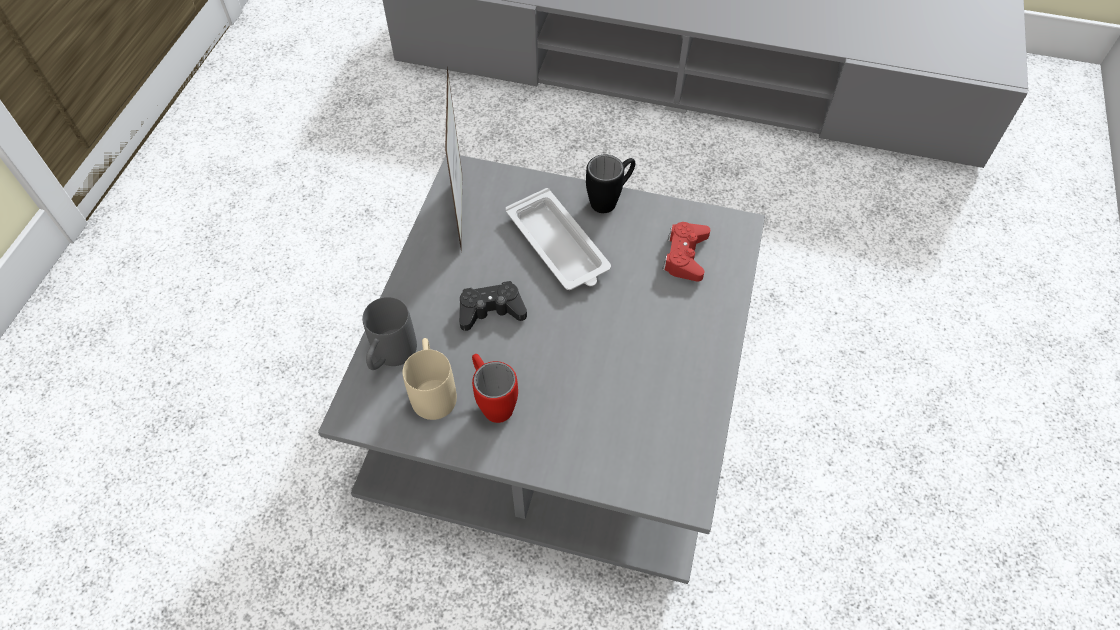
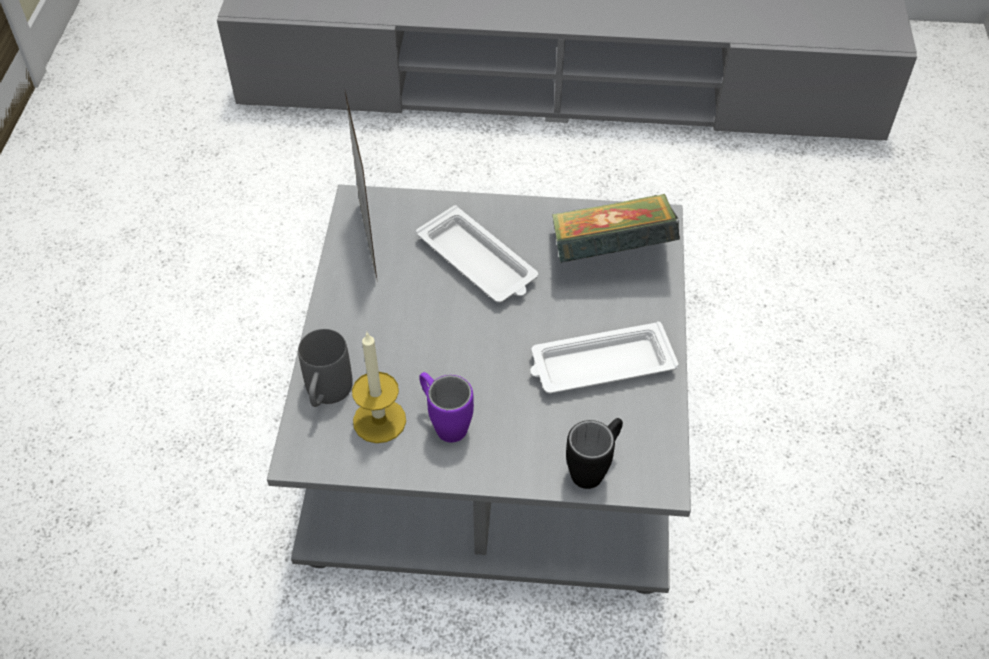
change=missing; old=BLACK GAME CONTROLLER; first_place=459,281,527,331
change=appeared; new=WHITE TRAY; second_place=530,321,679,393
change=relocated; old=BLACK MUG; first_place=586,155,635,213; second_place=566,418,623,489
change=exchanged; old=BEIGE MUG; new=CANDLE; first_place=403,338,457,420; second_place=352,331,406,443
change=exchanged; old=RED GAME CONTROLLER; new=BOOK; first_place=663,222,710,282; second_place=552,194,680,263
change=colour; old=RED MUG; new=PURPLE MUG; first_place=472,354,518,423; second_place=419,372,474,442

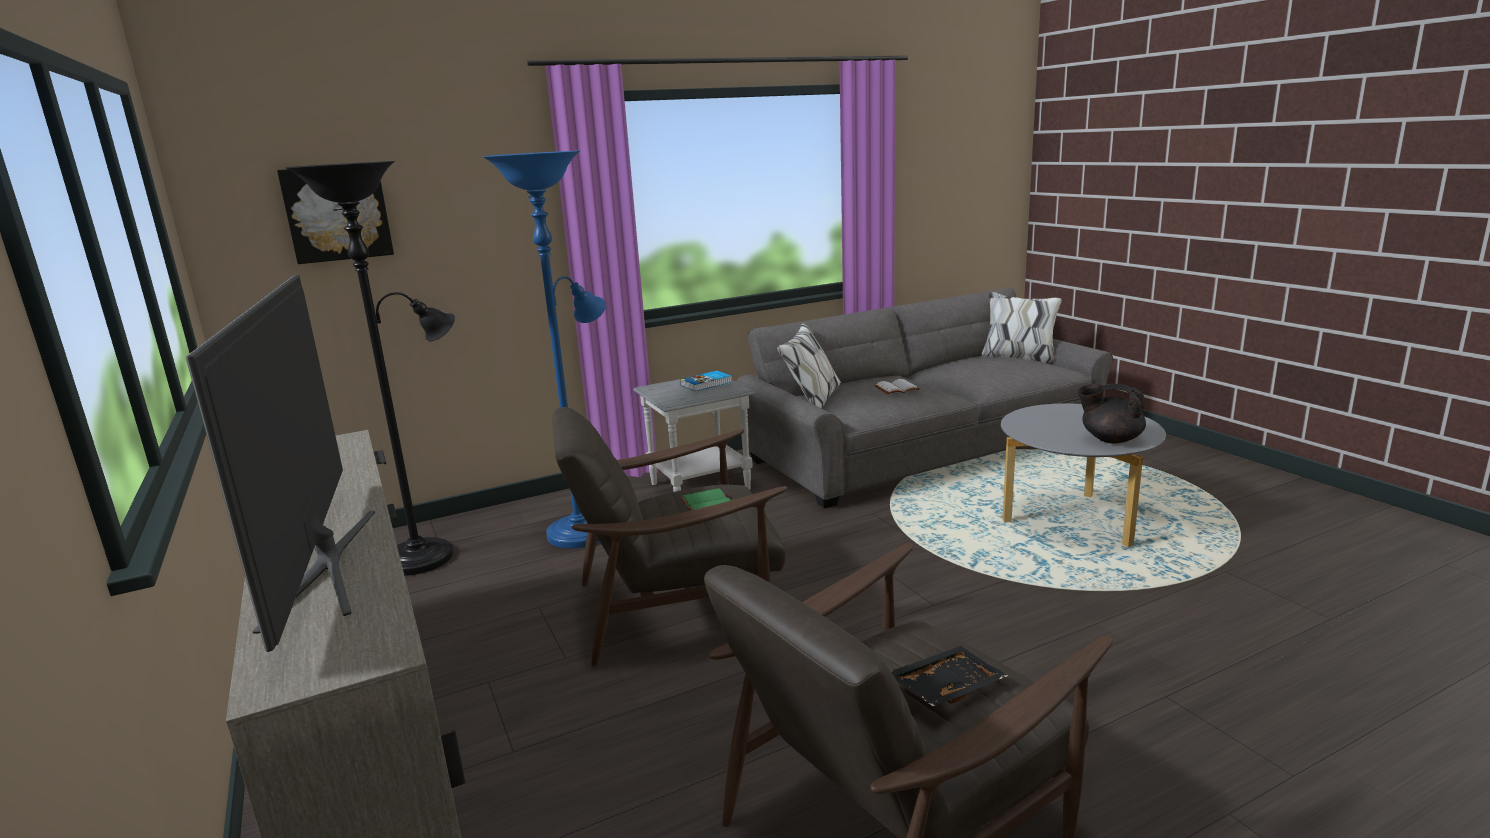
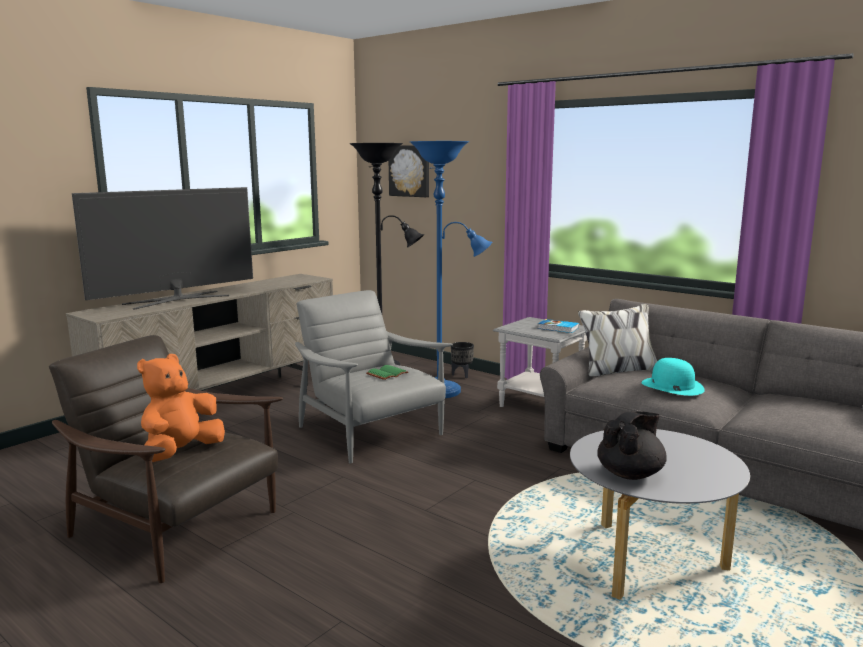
change=appeared; new=BLACK PLANTER; second_place=451,342,474,378
change=exchanged; old=WHITE BOOK; new=TURQUOISE HAT; first_place=874,379,920,394; second_place=642,358,705,396
change=exchanged; old=BLACK TRAY; new=ORANGE PLUSH TOY; first_place=891,645,1008,706; second_place=137,354,225,462
change=colour; old=BROWN ARMCHAIR; new=GREY ARMCHAIR; first_place=552,407,788,667; second_place=295,290,453,464
change=spun; old=BLACK TEAPOT; first_place=1078,384,1146,444; second_place=597,411,667,480; degrees=45

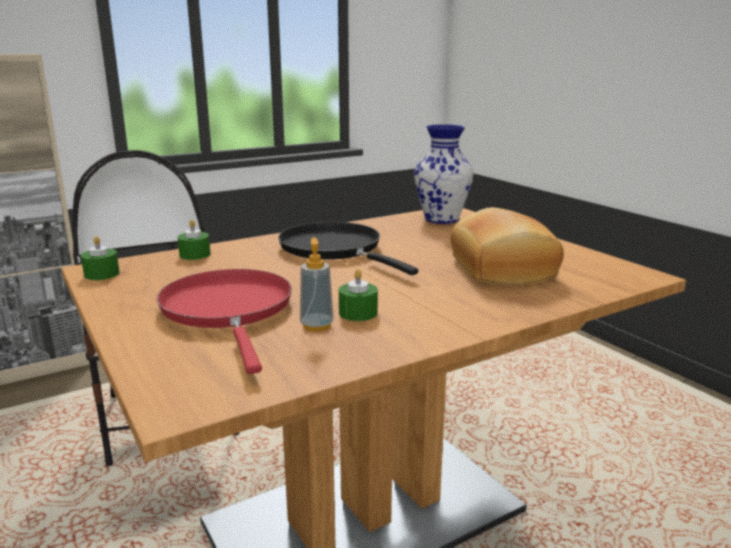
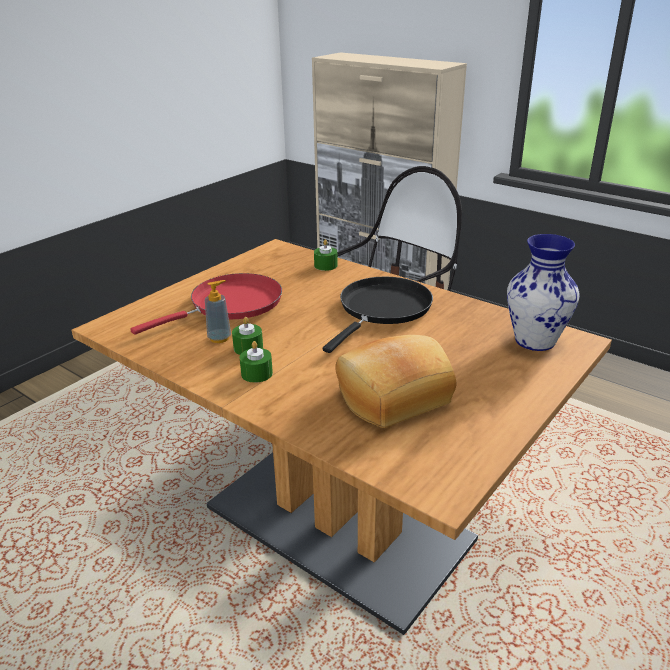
change=relocated; old=GREEN CANDLE; first_place=81,236,120,280; second_place=240,341,273,383

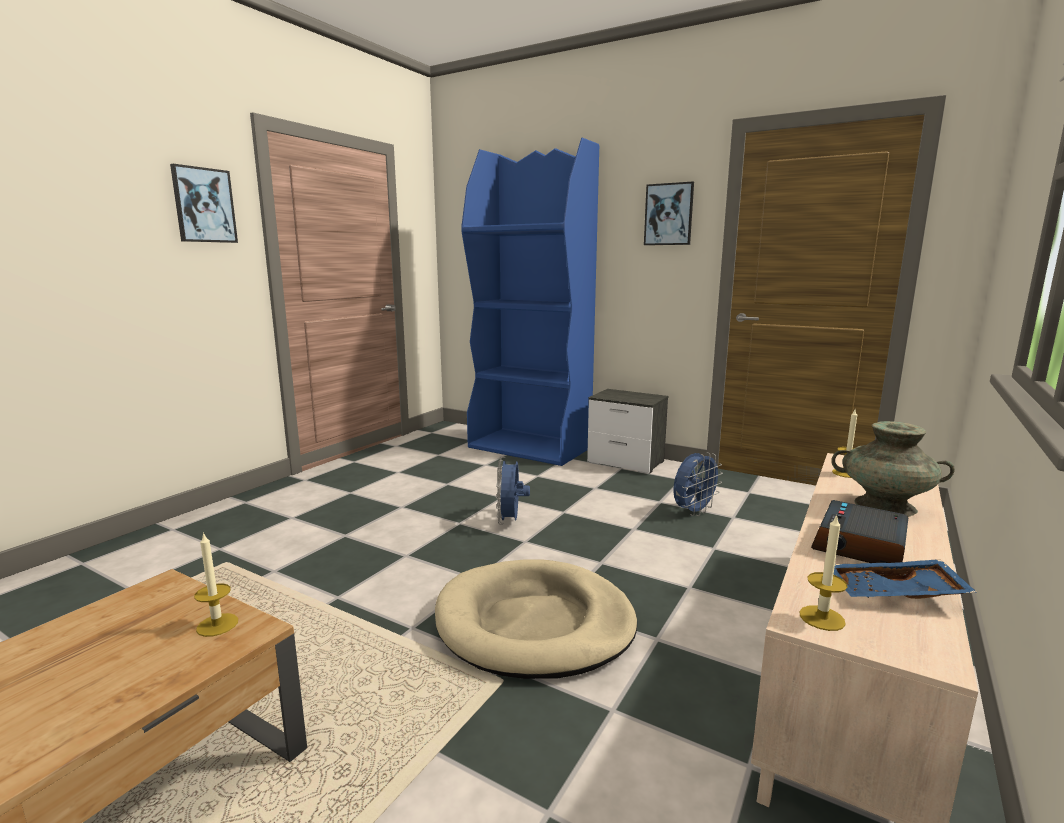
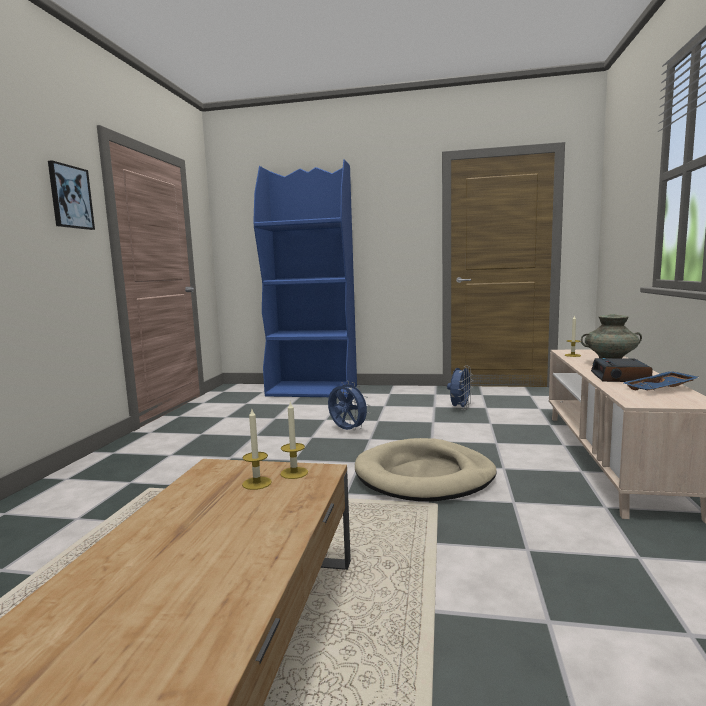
change=missing; old=NIGHTSTAND; first_place=587,389,668,474
change=missing; old=PICTURE; first_place=644,181,694,245
change=relocated; old=CANDLE; first_place=800,514,848,631; second_place=242,409,272,490
change=spun; old=BLUE FAN; first_place=496,457,530,525; second_place=328,381,370,430; degrees=150

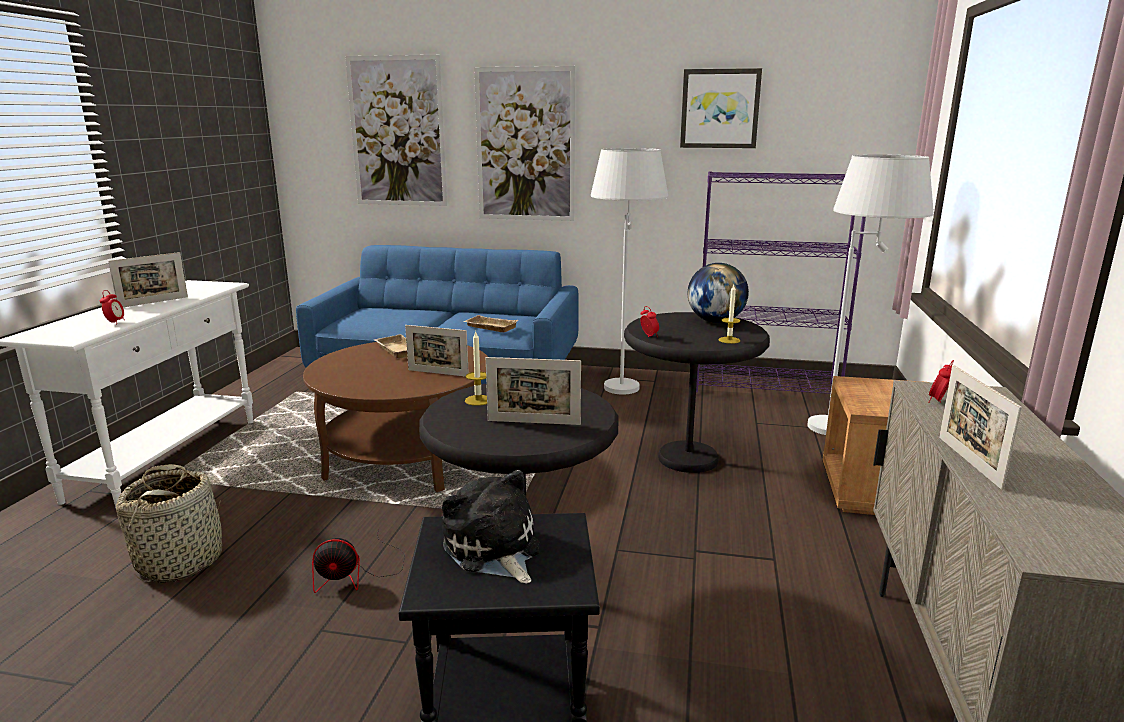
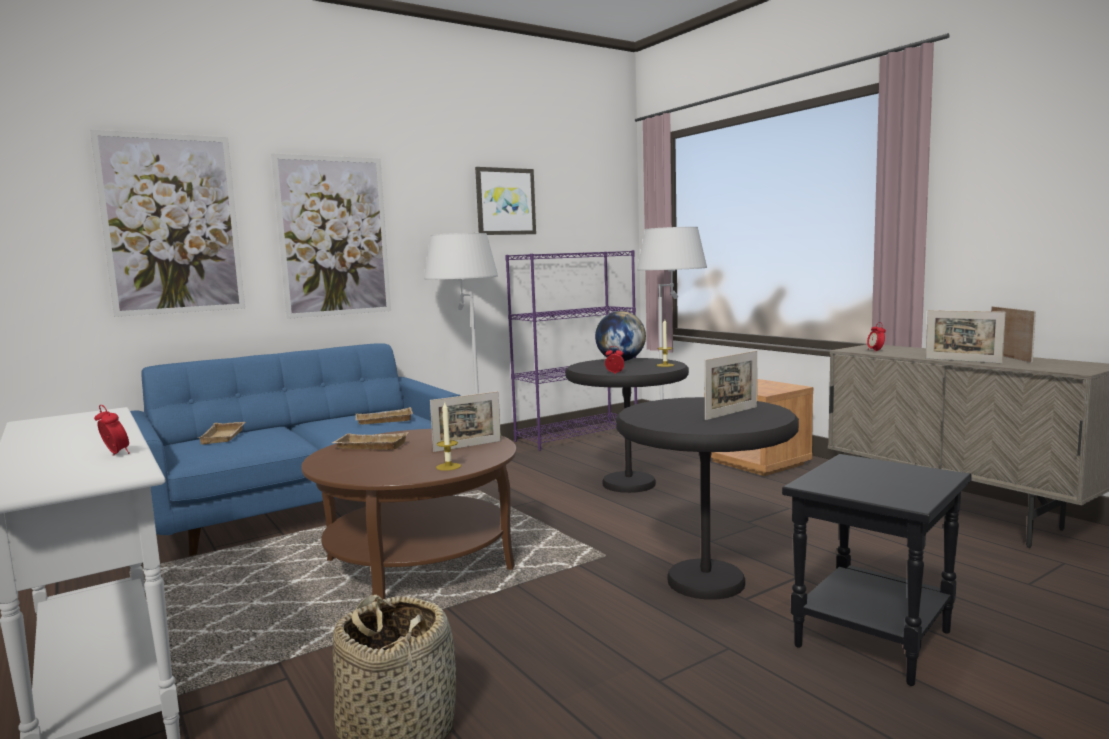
change=missing; old=FAN; first_place=312,529,405,593
change=missing; old=PLUSH TOY; first_place=442,470,541,584
change=appeared; new=BEIGE TRAY; second_place=198,422,245,445
change=relocated; old=PICTURE FRAME; first_place=108,252,188,307; second_place=991,306,1036,363
change=relocated; old=CANDLE; first_place=465,331,487,406; second_place=436,402,461,471

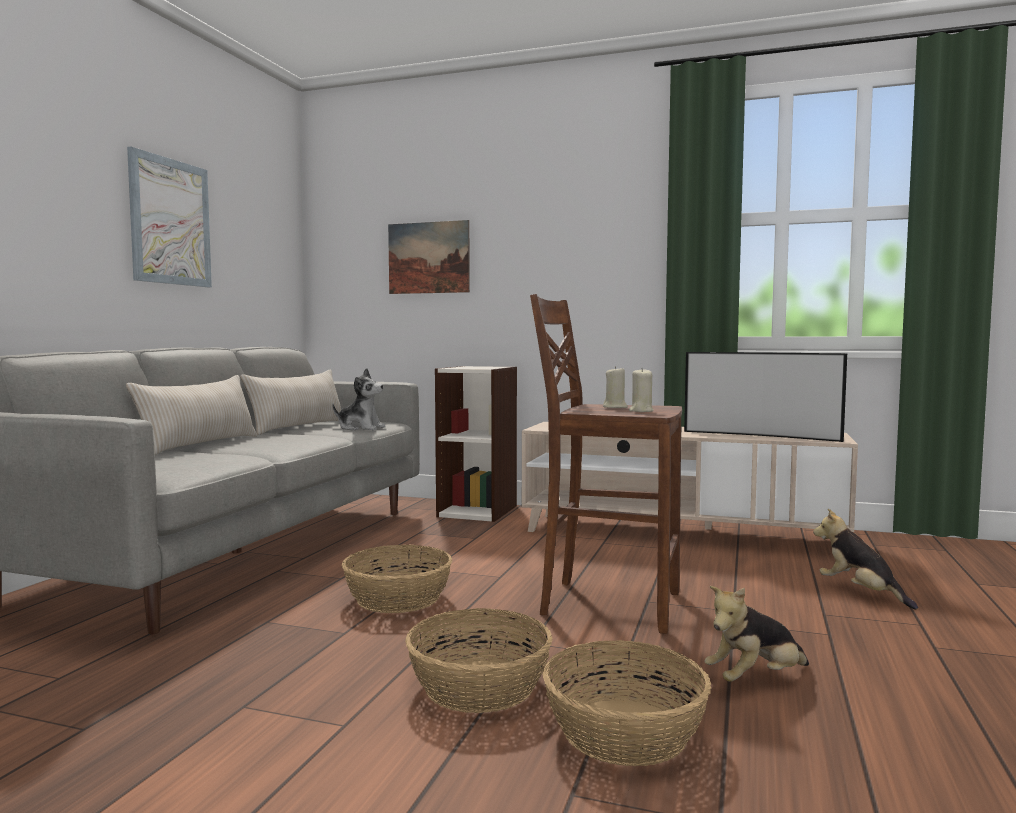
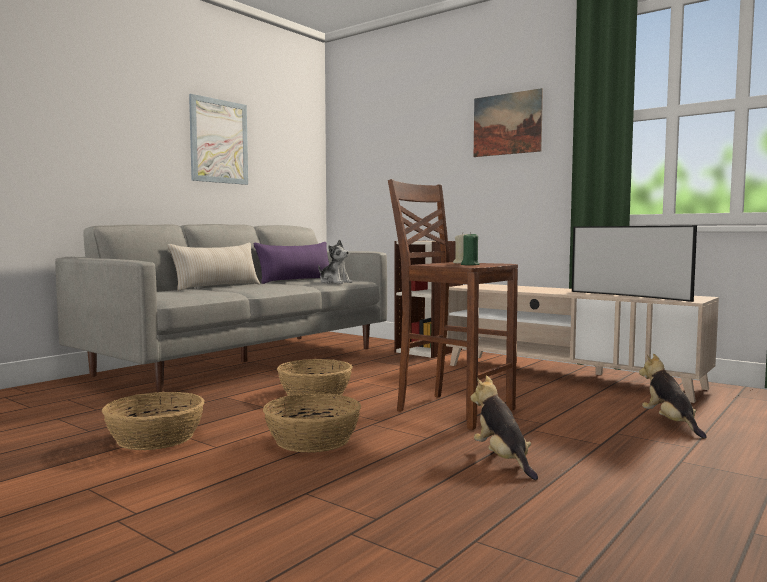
change=relocated; old=PICTURE; first_place=388,220,470,294; second_place=474,88,543,157
change=relocated; old=BASKET; first_place=543,640,711,766; second_place=102,392,204,450
change=colour; old=BEIGE PILLOW; new=PURPLE PILLOW; first_place=240,370,341,435; second_place=254,242,329,284
change=colour; old=BEIGE CANDLE; new=GREEN CANDLE; first_place=629,367,654,412; second_place=461,232,480,265
change=spun; old=PLUSH TOY; first_place=704,586,809,682; second_place=471,375,538,480; degrees=75

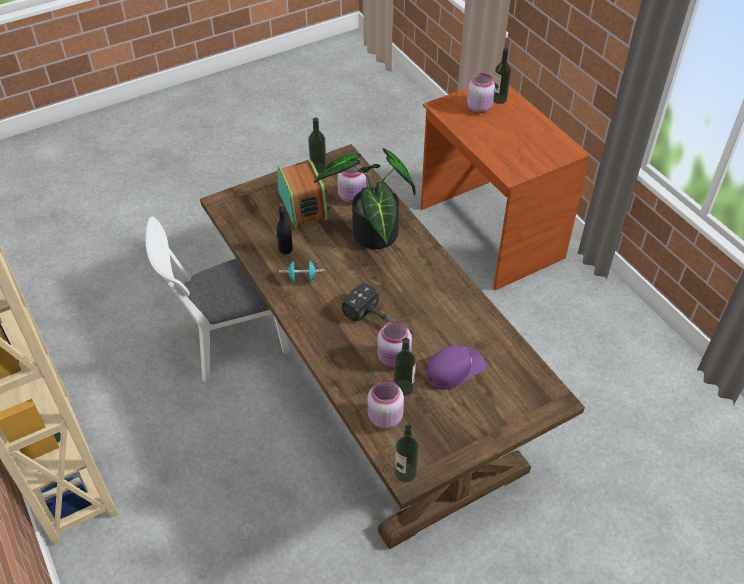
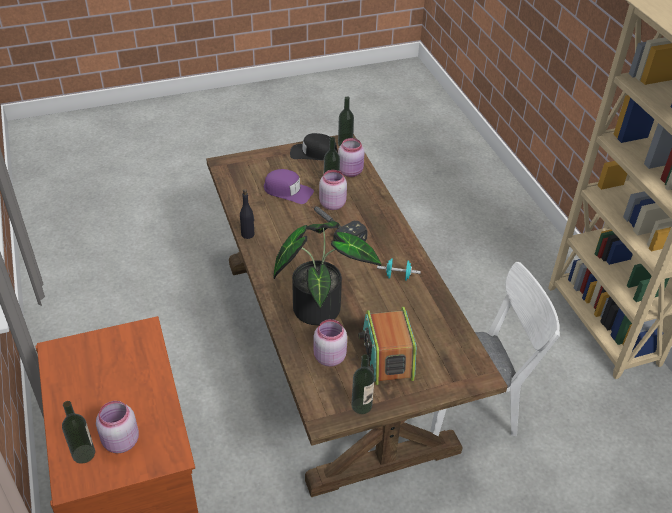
change=appeared; new=BLACK CAP; second_place=290,133,338,161
change=relocated; old=BLACK BOTTLE; first_place=277,203,293,254; second_place=240,189,254,239
change=spun; old=PURPLE CAP; first_place=425,345,486,390; second_place=264,169,314,204; degrees=-135

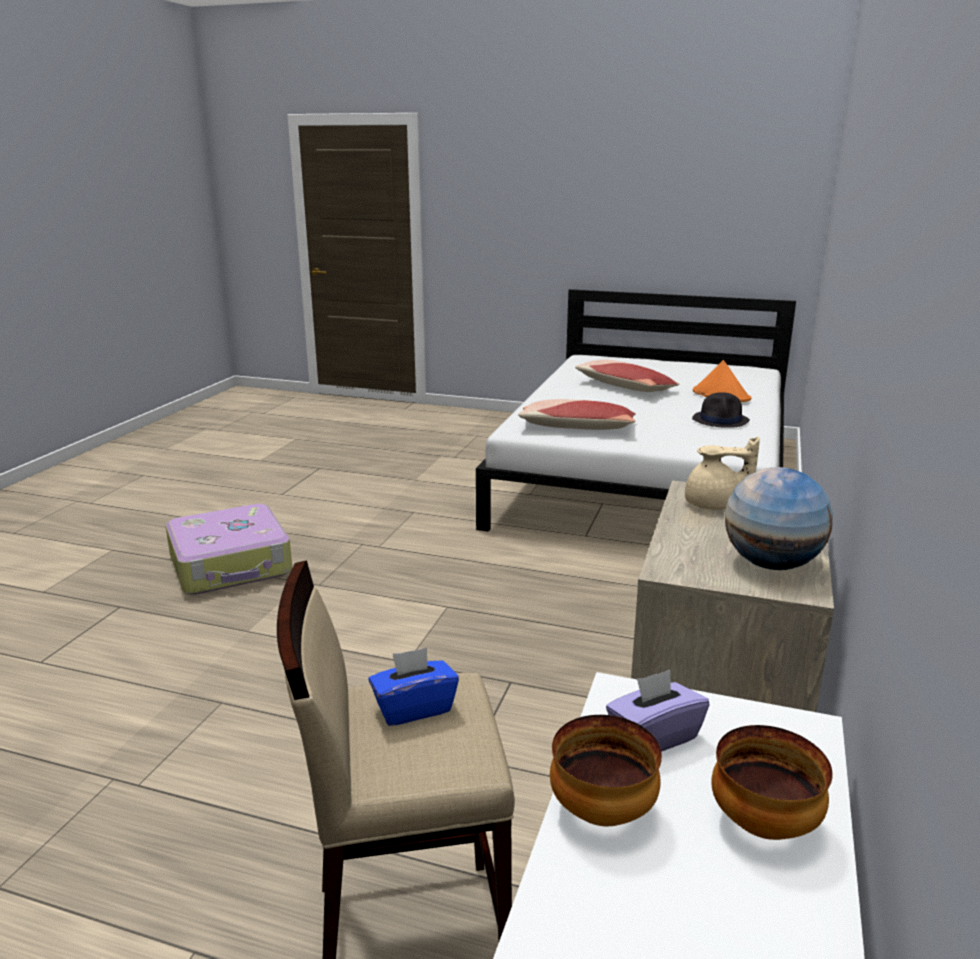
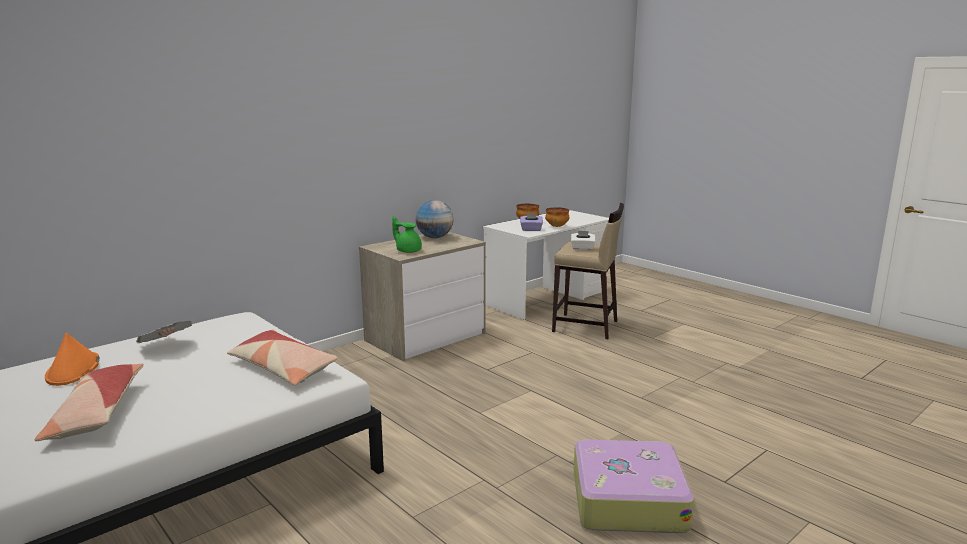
change=exchanged; old=BLACK HAT; new=NEWSPAPER; first_place=692,392,750,428; second_place=136,321,192,343
change=colour; old=BLUE TISSUE BOX; new=WHITE TISSUE BOX; first_place=368,647,459,726; second_place=571,230,595,250
change=colour; old=BEIGE TEAPOT; new=GREEN TEAPOT; first_place=685,436,760,510; second_place=392,216,422,253

